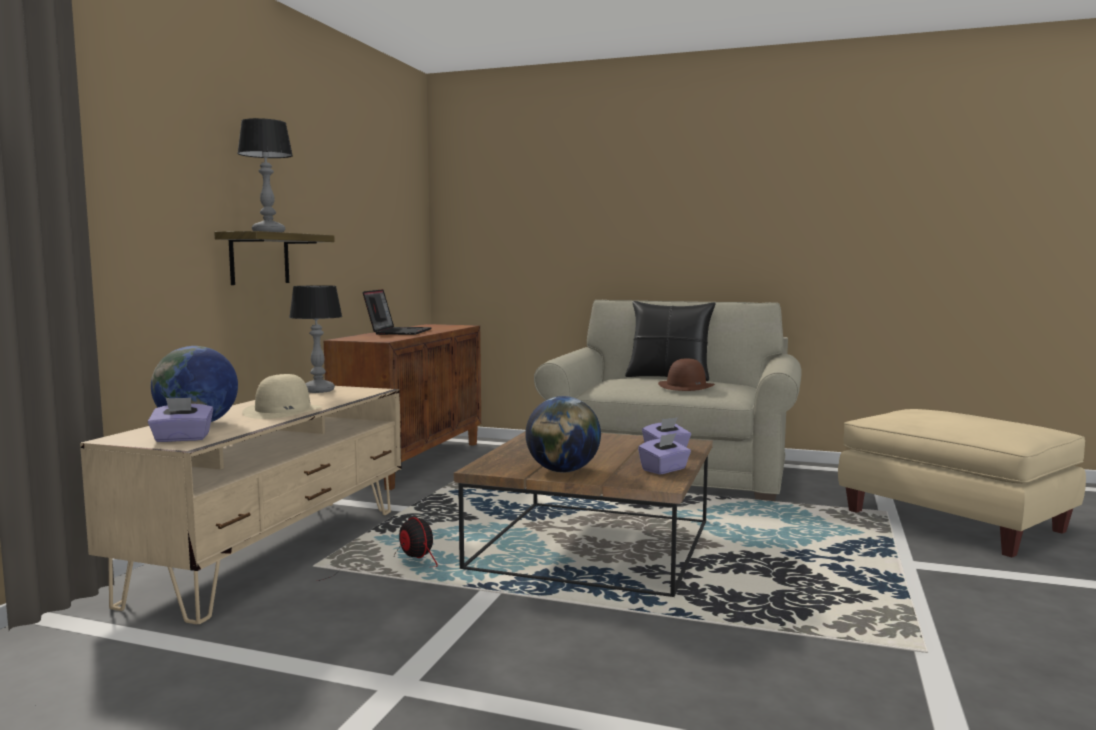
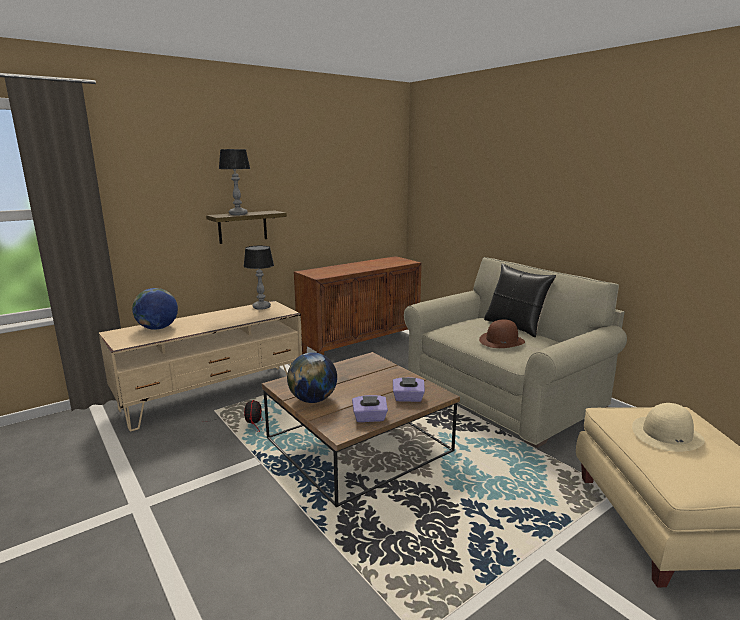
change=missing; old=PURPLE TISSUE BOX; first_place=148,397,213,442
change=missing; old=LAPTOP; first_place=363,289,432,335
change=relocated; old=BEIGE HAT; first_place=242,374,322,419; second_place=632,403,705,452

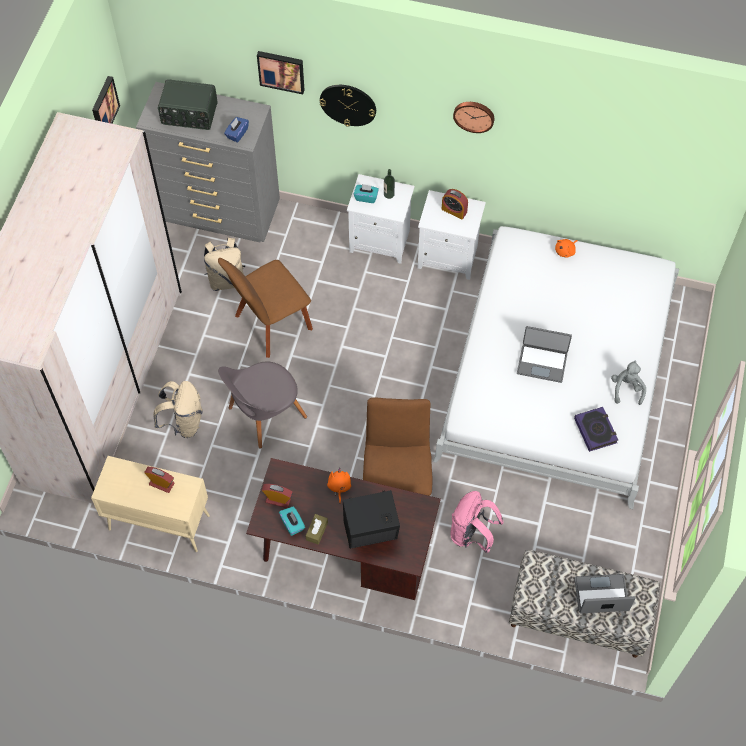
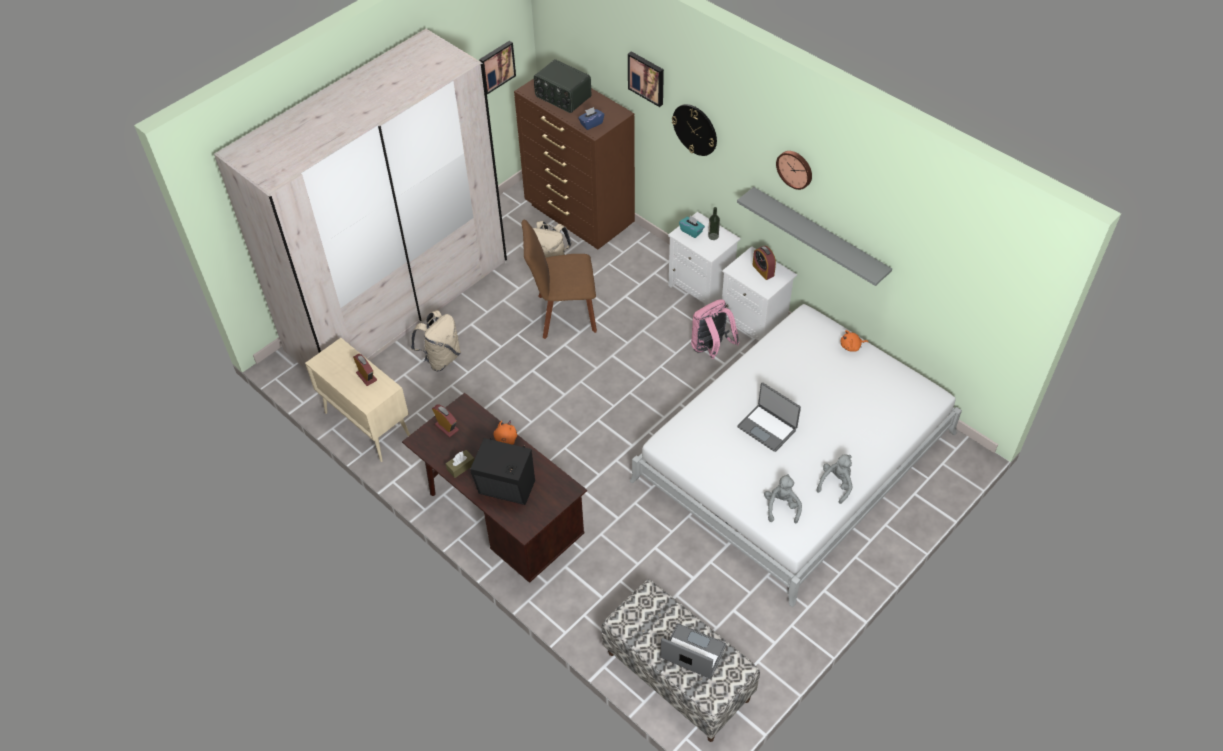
change=missing; old=GREY CHAIR; first_place=218,362,307,449
change=missing; old=TURQUOISE TISSUE BOX; first_place=279,507,305,536
change=missing; old=BROWN CHAIR; first_place=363,398,433,496
change=appeared; new=GREY SHELF; second_place=737,187,892,286
change=relocated; old=PINK BACKPACK; first_place=450,491,504,553; second_place=691,299,740,359
change=exchanged; old=BOOK; new=GREY PLUSH TOY; first_place=574,407,618,452; second_place=764,474,802,523
change=colour; old=GREY DRESSER; new=BROWN DRESSER; first_place=136,82,280,242; second_place=514,79,635,249

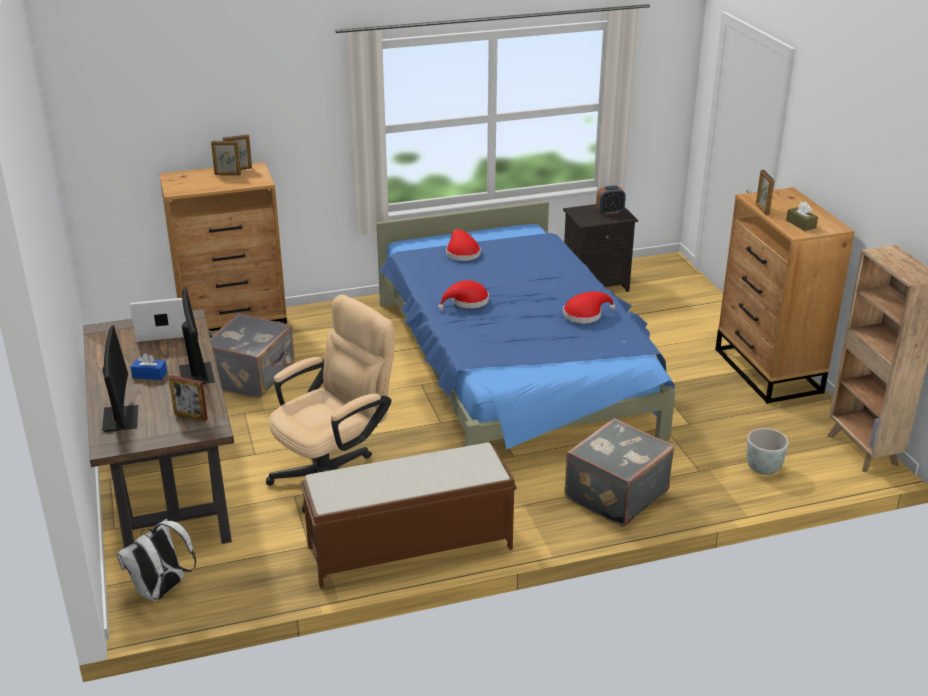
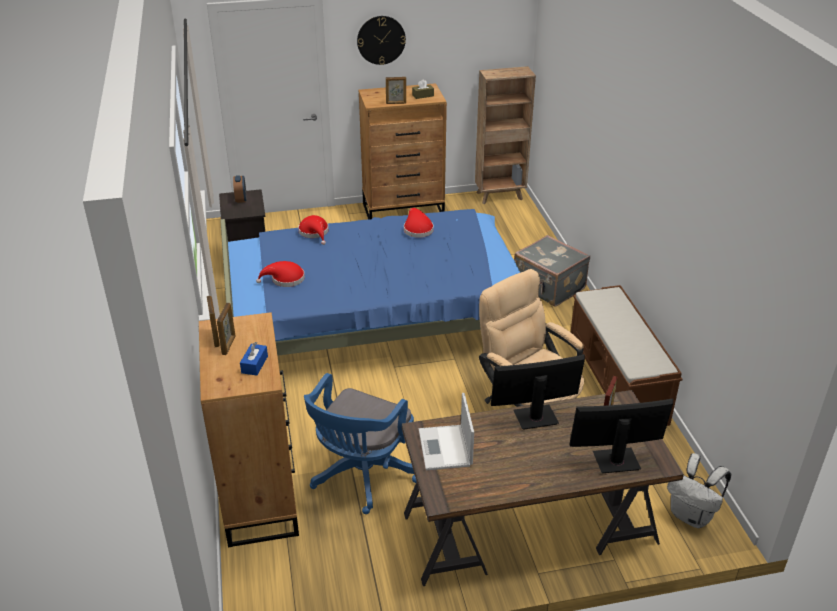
change=missing; old=GREY PLANTER; first_place=746,428,789,475
change=appeared; new=WALL CLOCK; second_place=357,16,406,65
change=relocated; old=BLUE TISSUE BOX; first_place=131,353,167,380; second_place=240,342,268,376
change=relocated; old=RED HAT; first_place=438,280,489,310; second_place=298,215,329,245
change=exchanged; old=GREY SUITCASE; new=BLUE OFFICE CHAIR; first_place=211,313,295,398; second_place=304,373,417,514

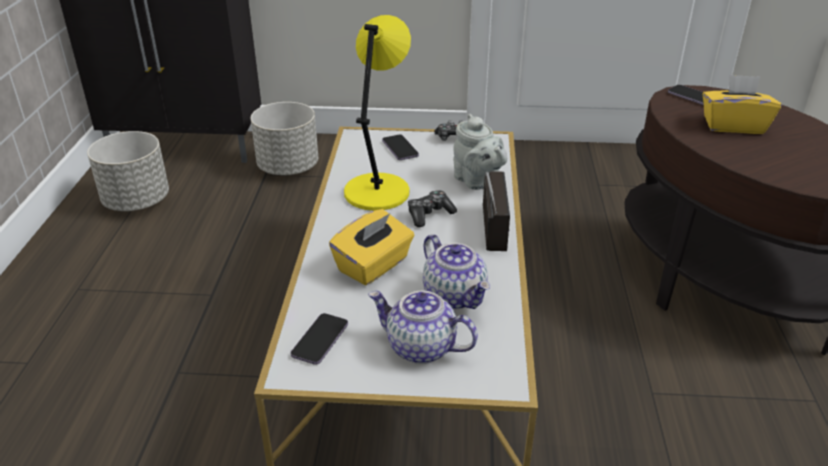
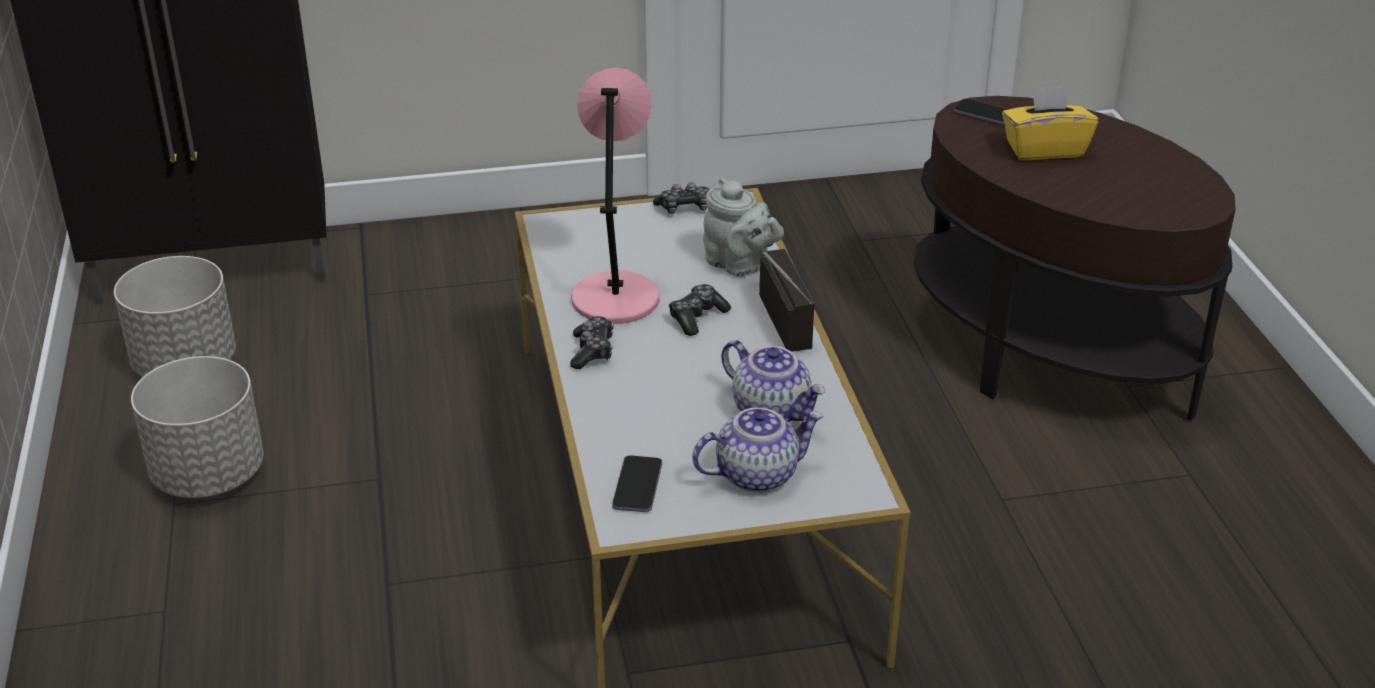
change=missing; old=YELLOW TISSUE BOX; first_place=329,209,414,285
change=missing; old=PHONE; first_place=382,134,419,160
change=appeared; new=GAME CONTROLLER; second_place=570,316,614,369
change=relocated; old=GREY PLANTER; first_place=251,102,318,175; second_place=131,356,264,498
change=colour; old=YELLOW TABLE LAMP; new=PINK TABLE LAMP; first_place=344,15,411,211; second_place=571,68,660,324
change=spun; old=TEAPOT; first_place=368,291,478,364; second_place=692,408,823,493; degrees=150

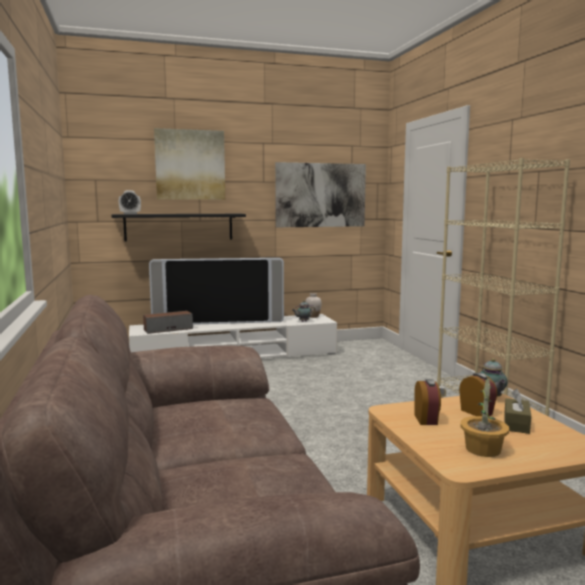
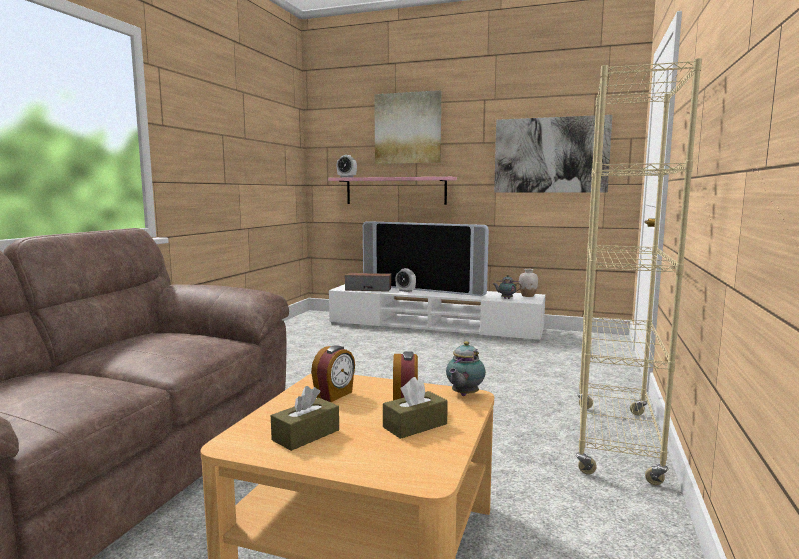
change=appeared; new=ALARM CLOCK; second_place=396,268,416,292
change=exchanged; old=POTTED PLANT; new=BROWN TISSUE BOX; first_place=460,376,509,457; second_place=271,386,339,451
change=colour; old=BLACK SHELF; new=PINK SHELF; first_place=111,214,246,241; second_place=328,177,457,205

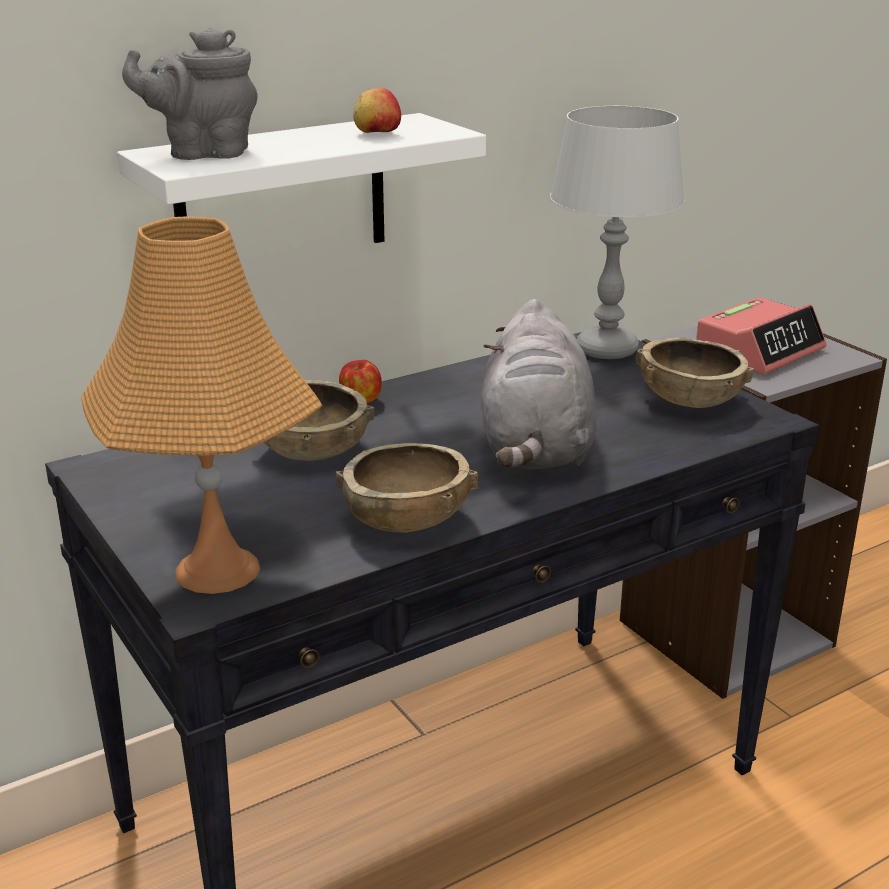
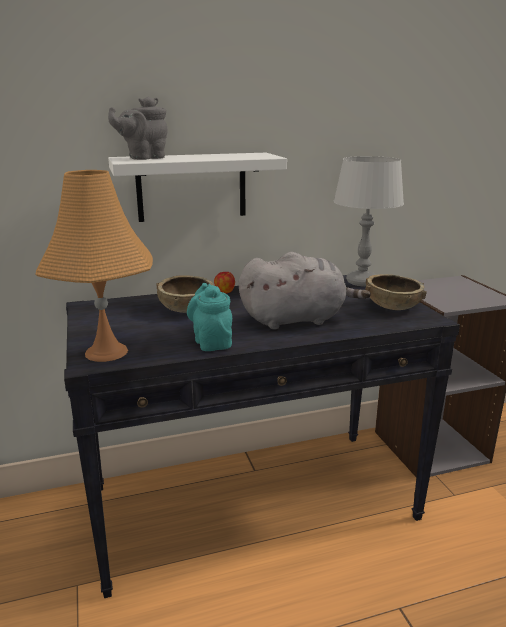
change=missing; old=APPLE; first_place=353,88,401,133
change=missing; old=ALARM CLOCK; first_place=696,297,826,374
change=exchanged; old=BROWN BOWL; new=TURQUOISE TEAPOT; first_place=336,443,478,533; second_place=187,283,232,351
change=spun; old=GREY TEAPOT; first_place=122,28,258,160; second_place=108,96,167,160; degrees=-45
change=spun; old=GREY PLUSH TOY; first_place=481,299,596,470; second_place=239,252,371,329; degrees=-120

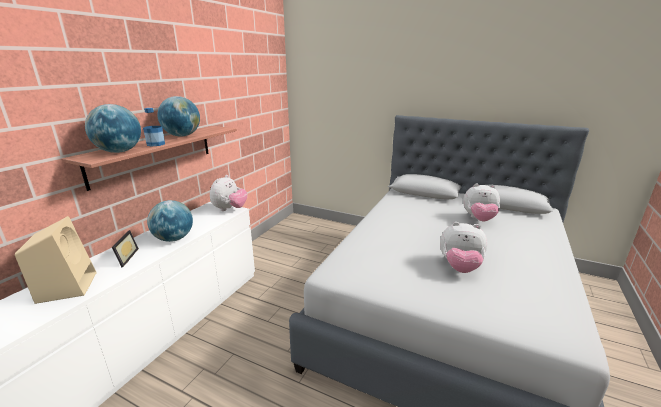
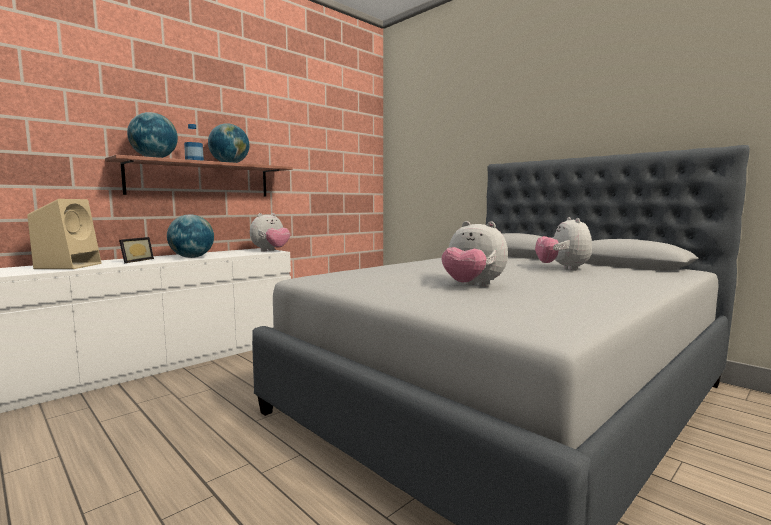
change=spun; old=PLUSH TOY; first_place=463,184,500,221; second_place=535,217,592,270; degrees=60

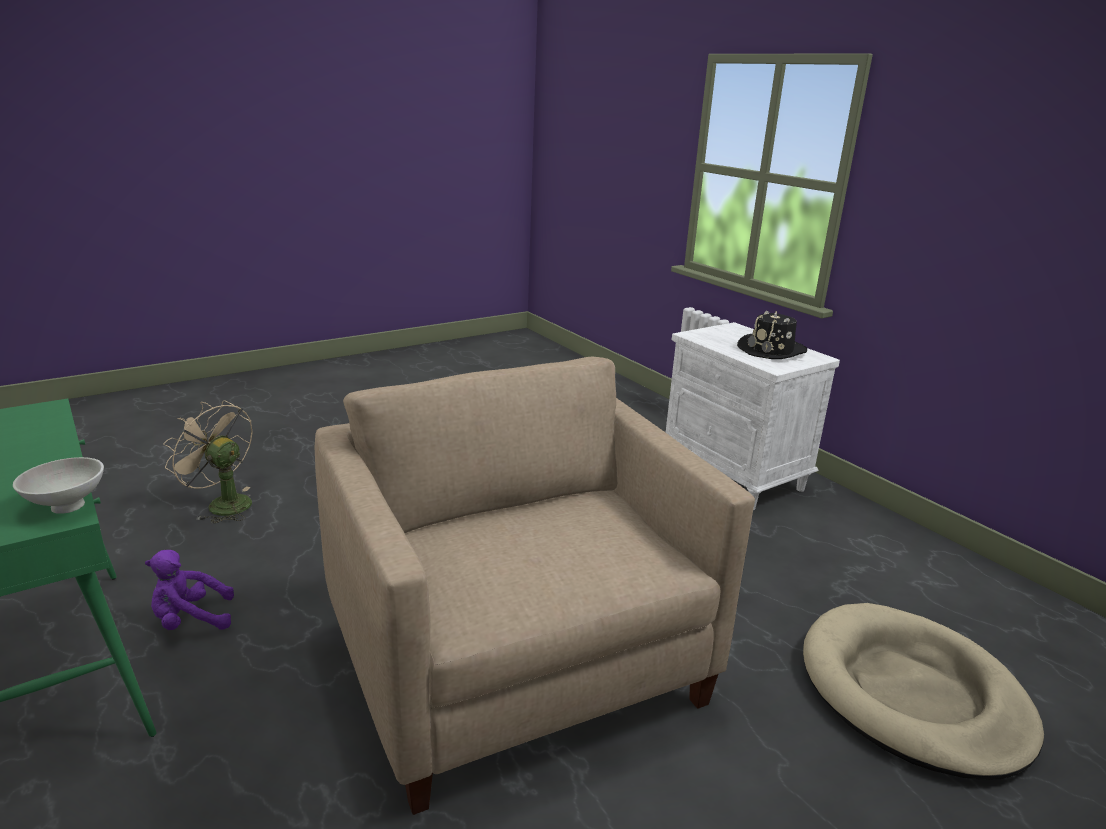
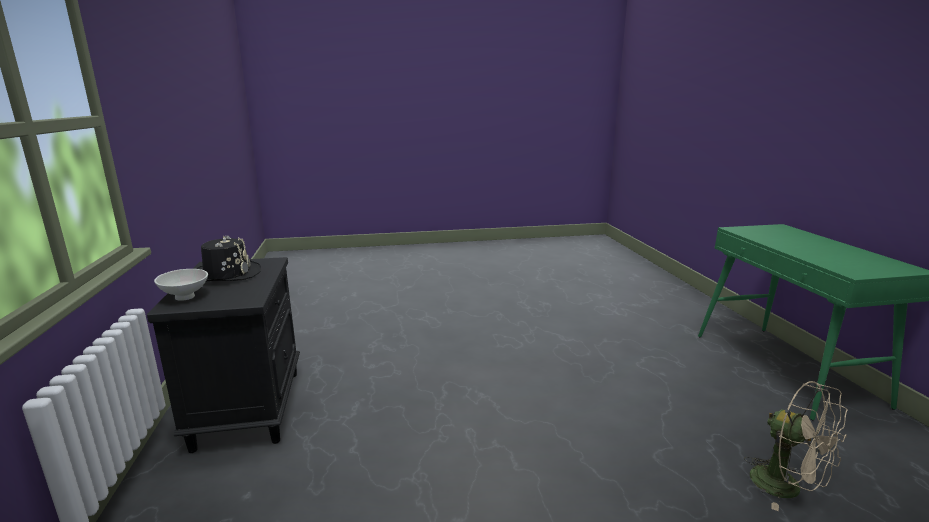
change=missing; old=PURPLE PLUSH TOY; first_place=145,550,234,630
change=missing; old=BEIGE ARMCHAIR; first_place=315,357,755,815
change=missing; old=BEIGE DOG BED; first_place=803,603,1044,780
change=relocated; old=WHITE BOWL; first_place=13,457,104,514; second_place=154,269,208,301
change=colour; old=WHITE NIGHTSTAND; new=BLACK NIGHTSTAND; first_place=666,322,840,510; second_place=147,257,300,453

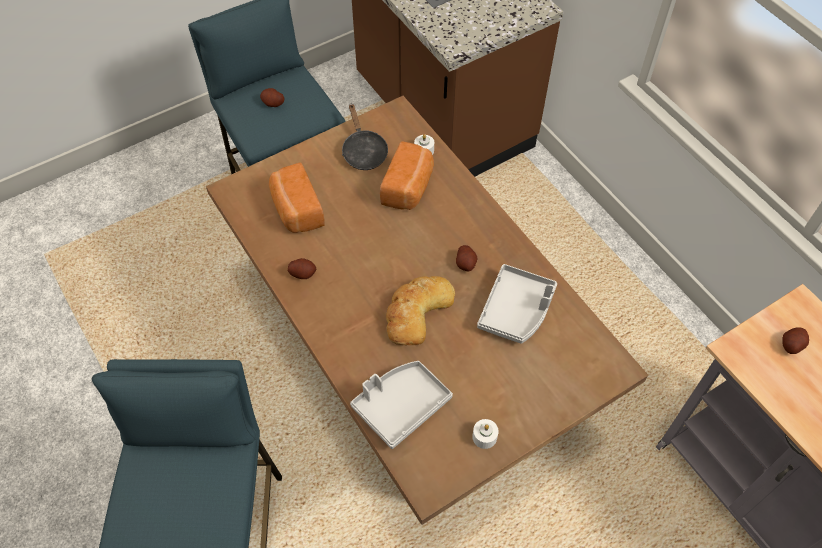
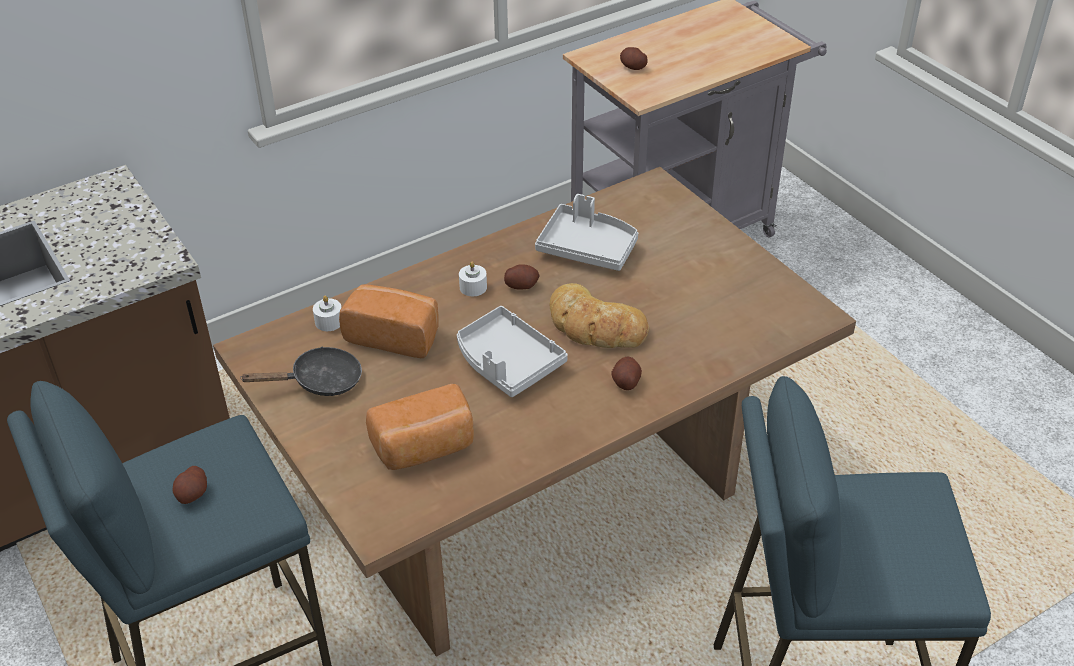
change=relocated; old=POTATO; first_place=288,258,316,279; second_place=611,356,642,390
change=relocated; old=GREY TRAY; first_place=350,361,453,449; second_place=457,306,568,397
change=relocated; old=WHITE CANDLE; first_place=472,419,499,449; second_place=459,262,487,296

